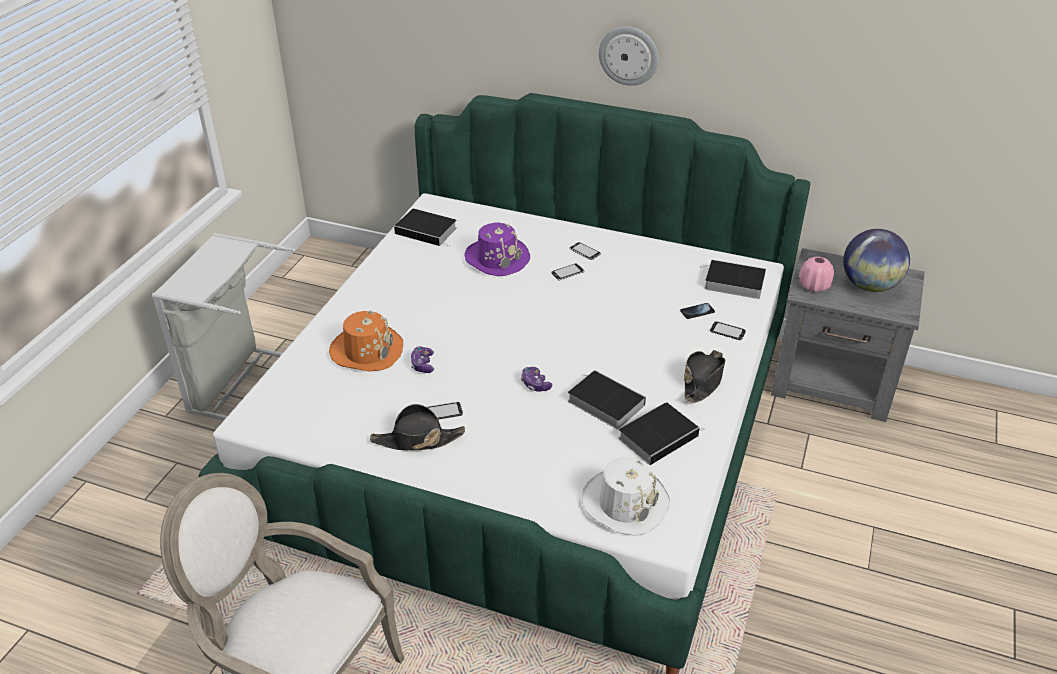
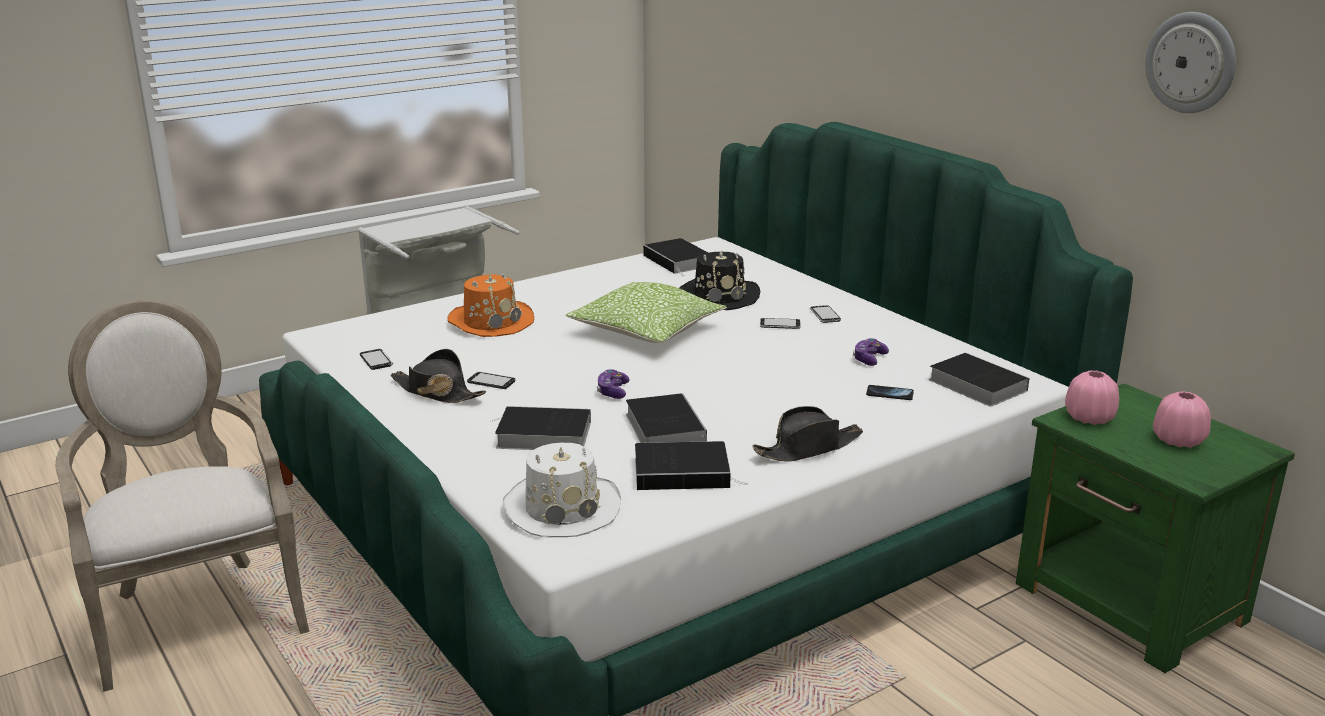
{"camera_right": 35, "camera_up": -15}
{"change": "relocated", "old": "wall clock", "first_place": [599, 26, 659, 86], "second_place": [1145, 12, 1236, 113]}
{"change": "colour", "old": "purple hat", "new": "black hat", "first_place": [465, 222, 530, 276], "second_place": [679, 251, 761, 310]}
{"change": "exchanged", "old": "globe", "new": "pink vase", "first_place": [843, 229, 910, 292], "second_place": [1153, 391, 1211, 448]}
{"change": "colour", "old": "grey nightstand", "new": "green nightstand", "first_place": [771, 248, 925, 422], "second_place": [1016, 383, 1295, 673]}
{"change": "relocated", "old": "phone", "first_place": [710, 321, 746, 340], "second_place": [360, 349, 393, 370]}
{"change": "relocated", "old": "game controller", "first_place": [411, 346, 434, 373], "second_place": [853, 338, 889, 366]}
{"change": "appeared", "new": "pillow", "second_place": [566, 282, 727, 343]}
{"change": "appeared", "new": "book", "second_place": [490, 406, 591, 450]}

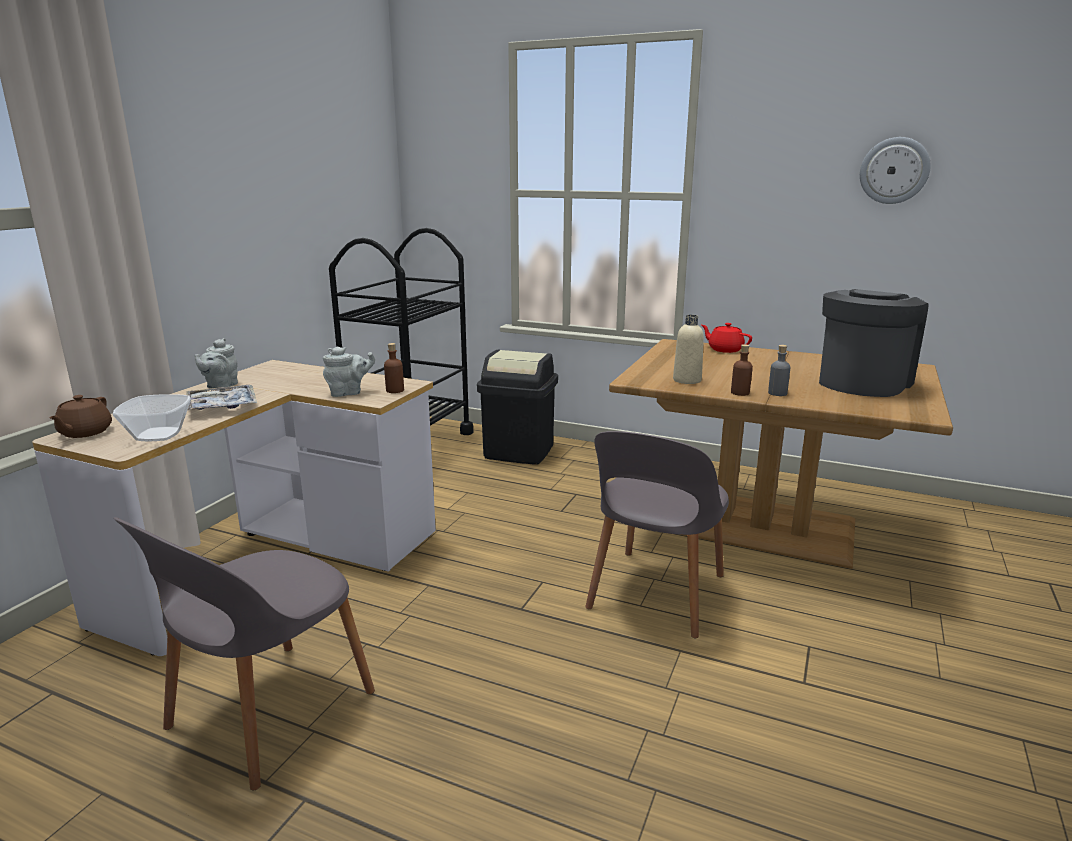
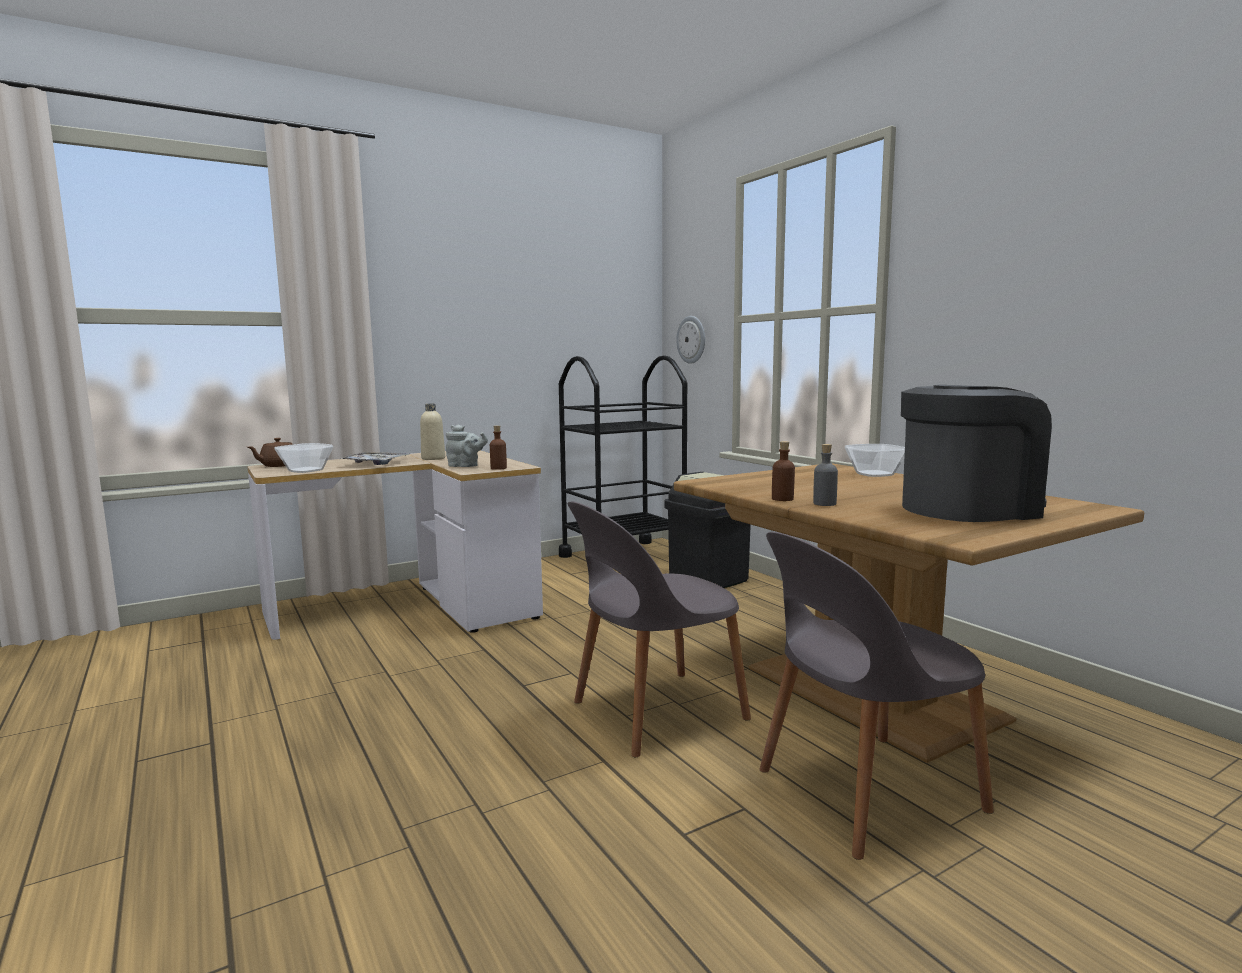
{"camera_right": 35, "camera_up": -10}
{"change": "relocated", "old": "wall clock", "first_place": [860, 137, 931, 204], "second_place": [676, 316, 705, 364]}
{"change": "relocated", "old": "beige bottle", "first_place": [673, 315, 704, 384], "second_place": [420, 404, 445, 460]}
{"change": "exchanged", "old": "red teapot", "new": "bowl", "first_place": [701, 323, 752, 353], "second_place": [845, 444, 905, 477]}
{"change": "missing", "old": "grey teapot", "first_place": [194, 338, 238, 390]}
{"change": "relocated", "old": "grey chair", "first_place": [113, 517, 375, 790], "second_place": [760, 532, 994, 860]}

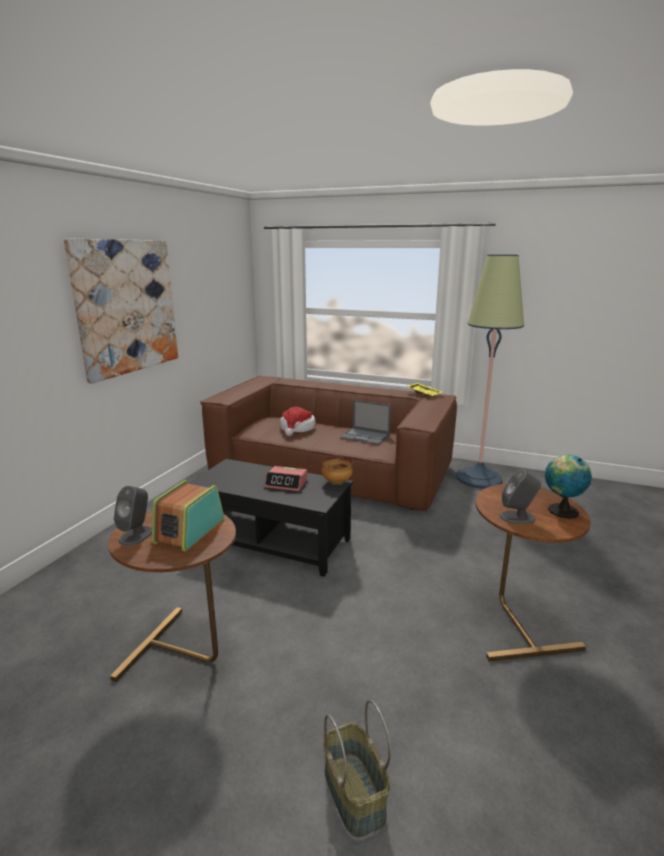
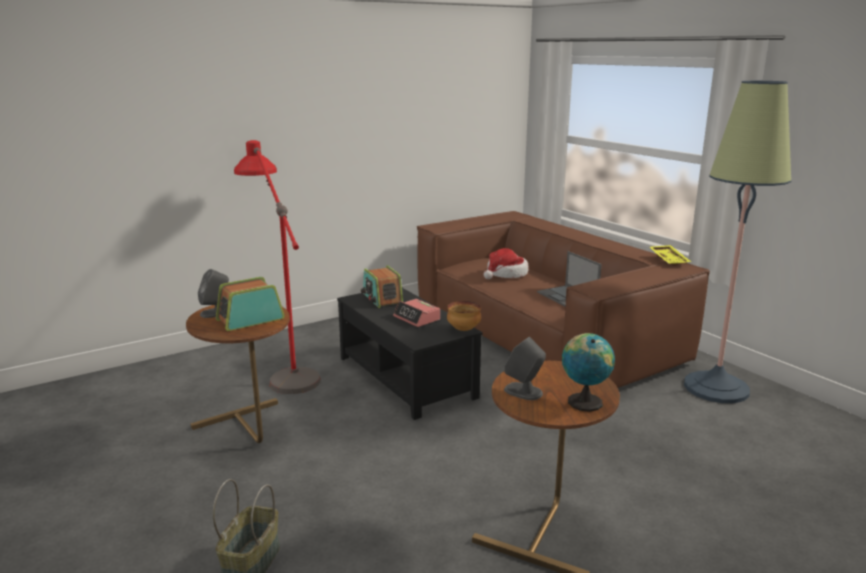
{"camera_right": 35, "camera_up": 0}
{"change": "missing", "old": "picture", "first_place": [64, 239, 178, 384]}
{"change": "appeared", "new": "red floor lamp", "second_place": [234, 140, 321, 394]}
{"change": "appeared", "new": "radio", "second_place": [361, 266, 403, 308]}

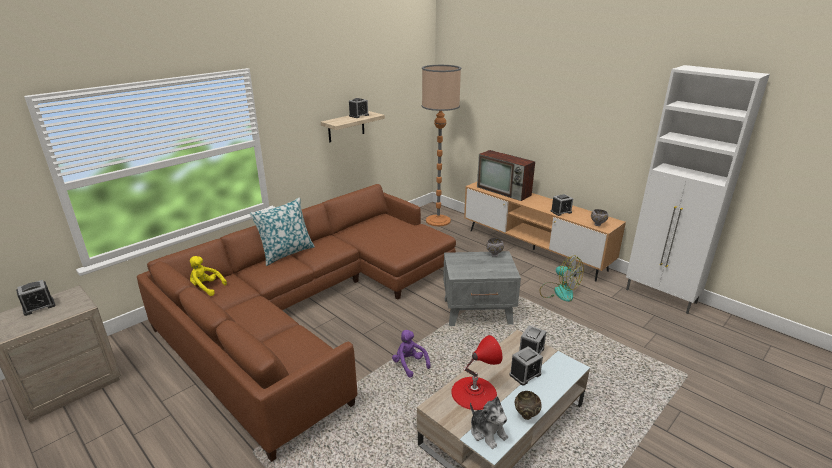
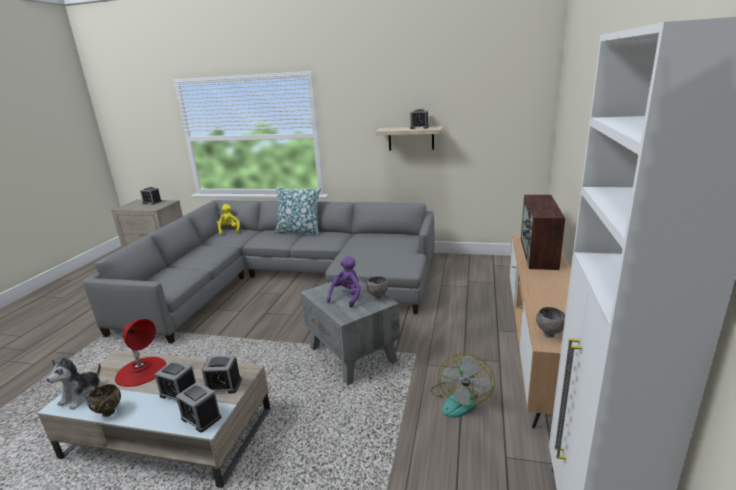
{"camera_right": 60, "camera_up": -5}
{"change": "missing", "old": "floor lamp", "first_place": [422, 65, 461, 226]}
{"change": "colour", "old": "brown sofa", "new": "grey sofa", "first_place": [137, 184, 456, 462], "second_place": [83, 200, 434, 343]}
{"change": "relocated", "old": "alarm clock", "first_place": [551, 194, 573, 216], "second_place": [176, 382, 221, 433]}
{"change": "relocated", "old": "purple plush toy", "first_place": [392, 330, 431, 378], "second_place": [327, 256, 361, 308]}

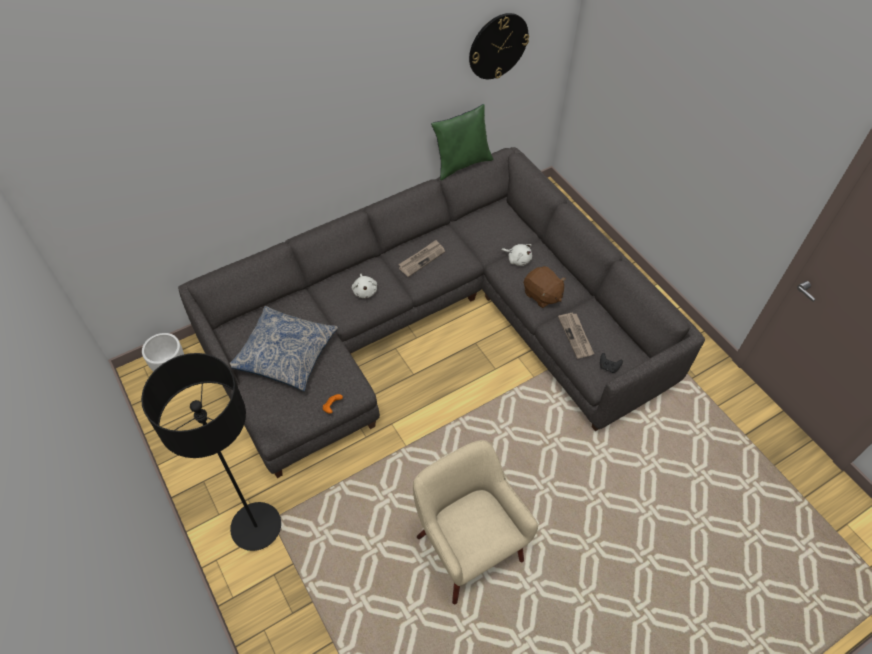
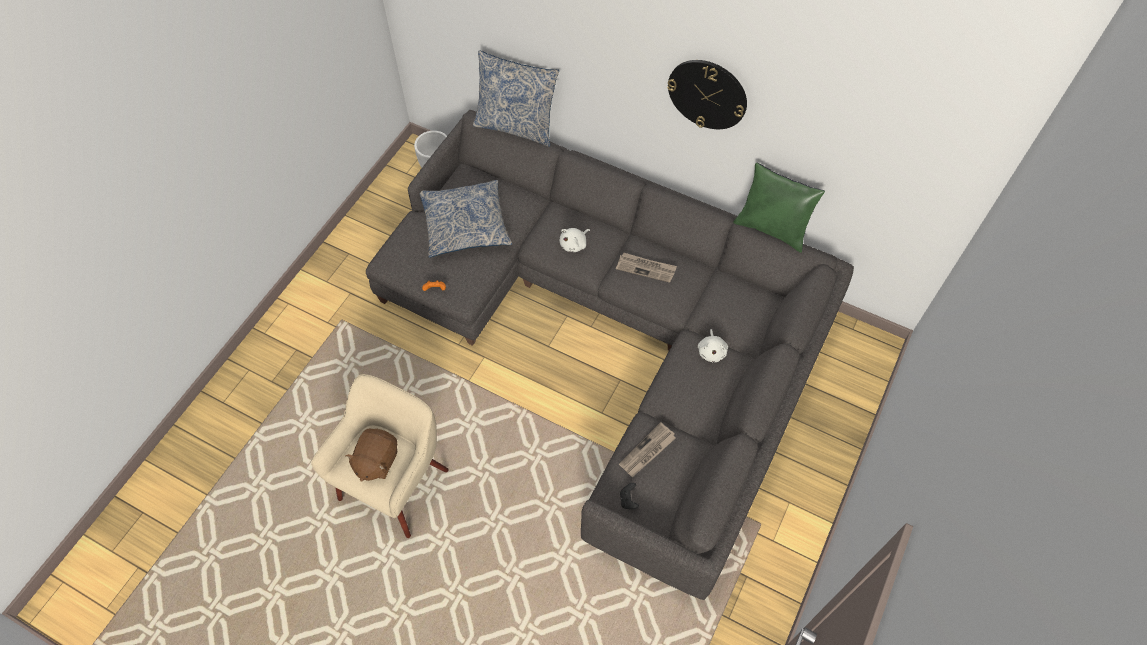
{"camera_right": 60, "camera_up": 5}
{"change": "relocated", "old": "wall clock", "first_place": [469, 13, 529, 79], "second_place": [667, 60, 747, 129]}
{"change": "relocated", "old": "brown plush toy", "first_place": [524, 266, 566, 308], "second_place": [345, 429, 397, 482]}
{"change": "missing", "old": "black floor lamp", "first_place": [141, 353, 281, 551]}
{"change": "appeared", "new": "pillow", "second_place": [473, 50, 559, 147]}

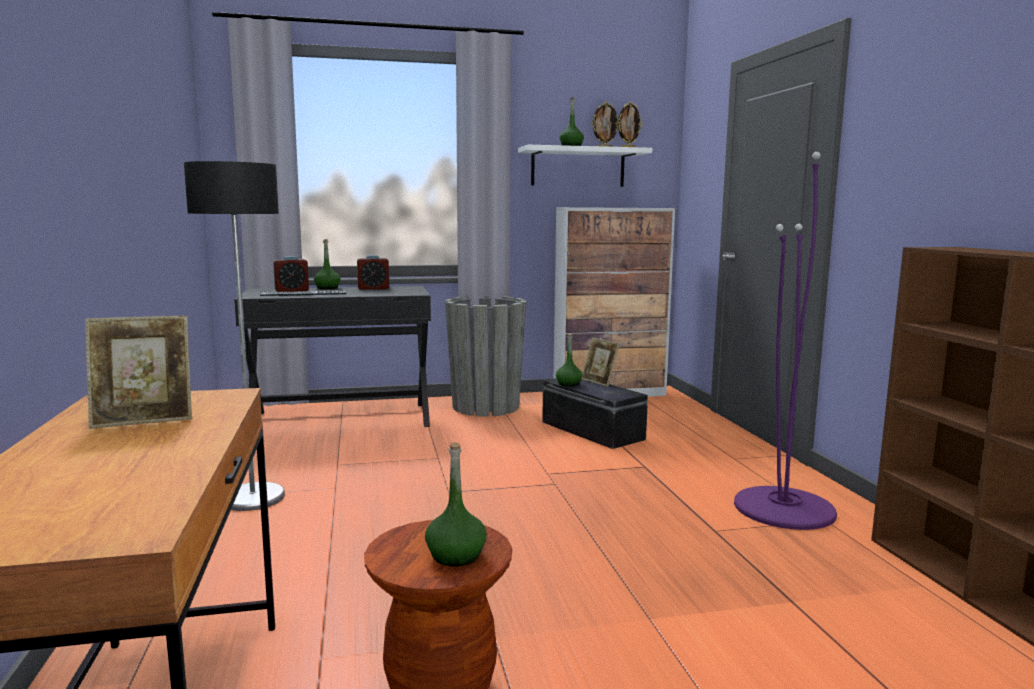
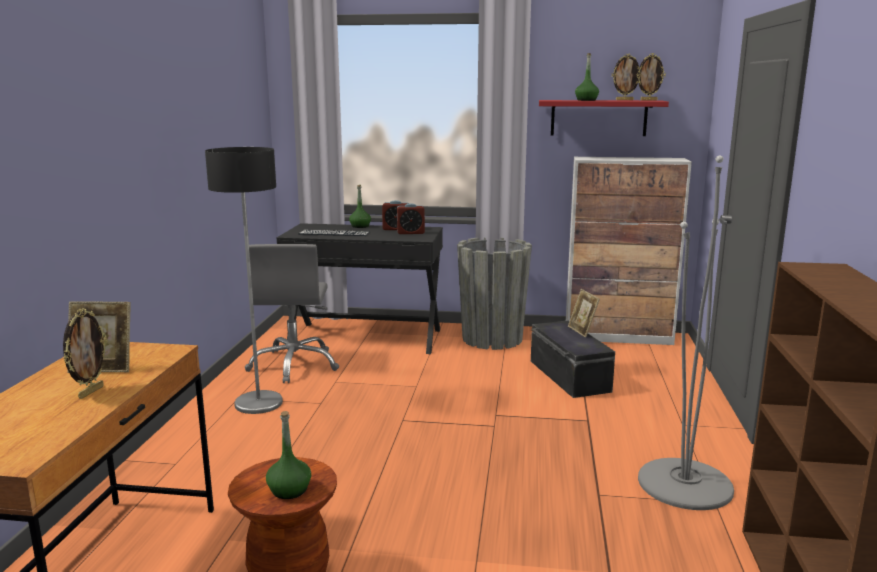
{"camera_right": 20, "camera_up": 5}
{"change": "colour", "old": "white shelf", "new": "red shelf", "first_place": [518, 145, 652, 187], "second_place": [539, 100, 669, 136]}
{"change": "colour", "old": "purple floor lamp", "new": "grey floor lamp", "first_place": [734, 152, 837, 530], "second_place": [638, 155, 734, 510]}
{"change": "relocated", "old": "alarm clock", "first_place": [273, 256, 309, 292], "second_place": [397, 203, 425, 234]}
{"change": "missing", "old": "green bottle", "first_place": [556, 334, 583, 387]}
{"change": "appeared", "new": "grey office chair", "second_place": [245, 244, 339, 383]}
{"change": "appeared", "new": "picture frame", "second_place": [63, 308, 107, 399]}

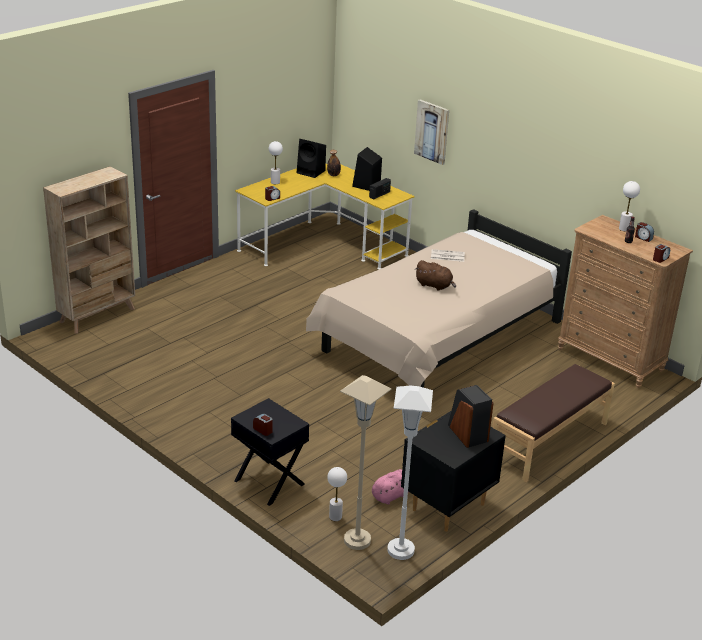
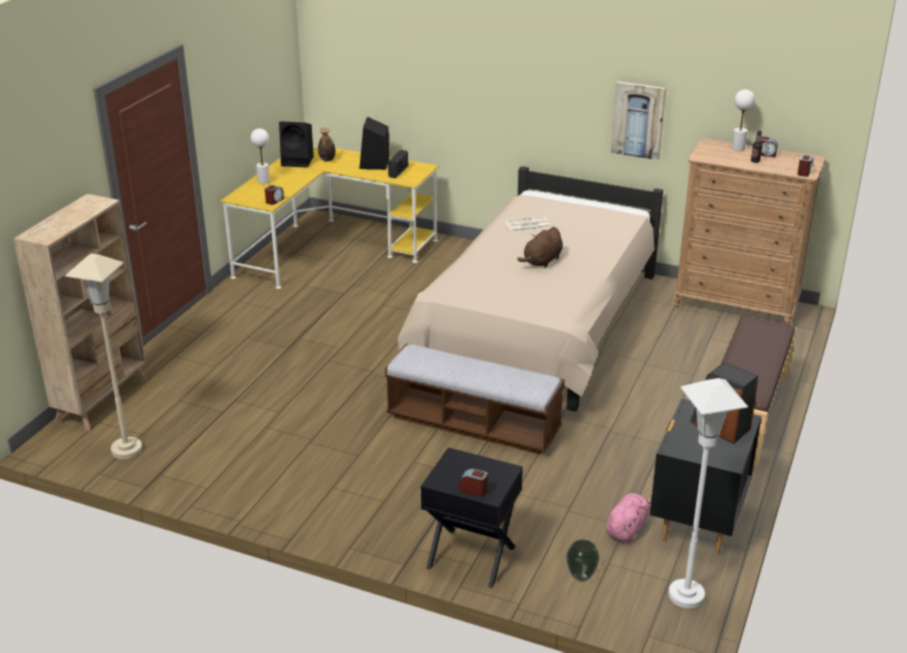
{"camera_right": -20, "camera_up": 0}
{"change": "relocated", "old": "picture", "first_place": [414, 99, 449, 165], "second_place": [611, 81, 666, 160]}
{"change": "spun", "old": "brown plush toy", "first_place": [415, 260, 456, 291], "second_place": [517, 227, 563, 268], "degrees": 120}
{"change": "relocated", "old": "beige floor lamp", "first_place": [340, 375, 391, 550], "second_place": [65, 253, 142, 459]}
{"change": "exchanged", "old": "white table lamp", "new": "vase", "first_place": [327, 467, 347, 521], "second_place": [566, 540, 599, 582]}
{"change": "appeared", "new": "bench", "second_place": [385, 343, 565, 454]}

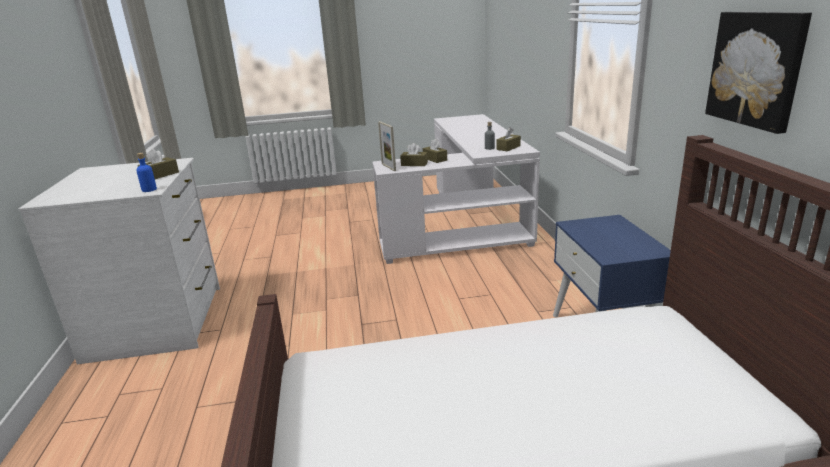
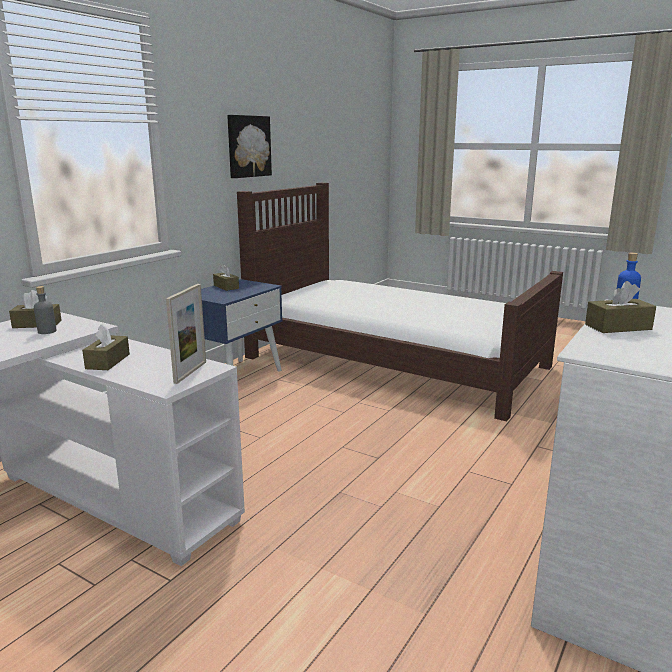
{"camera_right": -140, "camera_up": -5}
{"change": "relocated", "old": "brown tissue box", "first_place": [400, 143, 428, 166], "second_place": [213, 264, 239, 291]}

